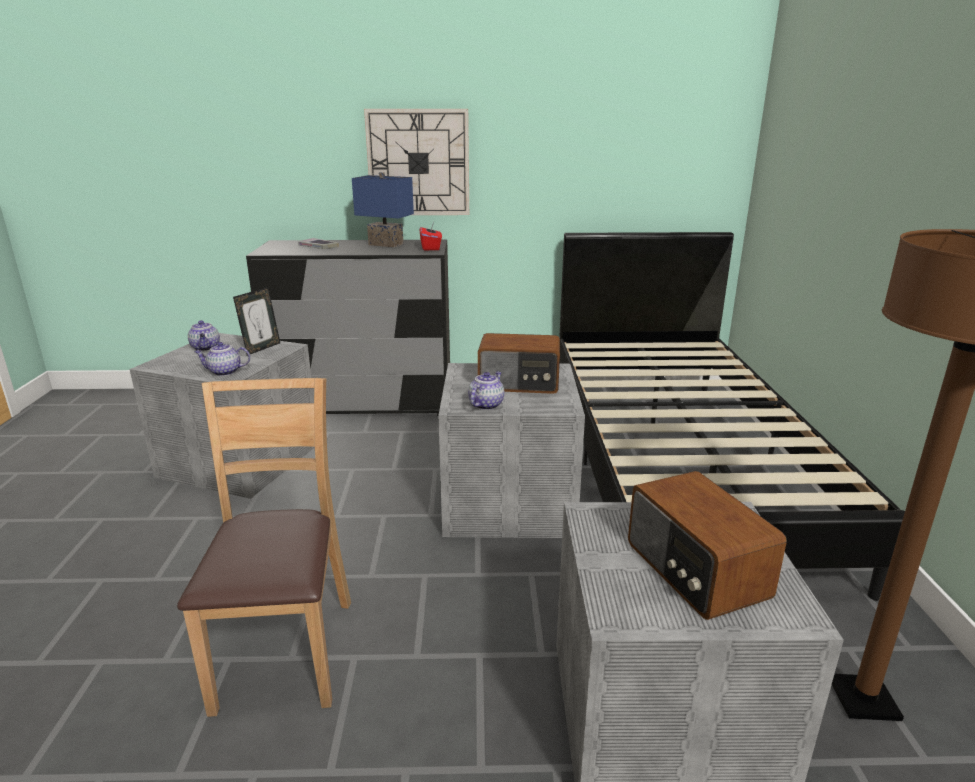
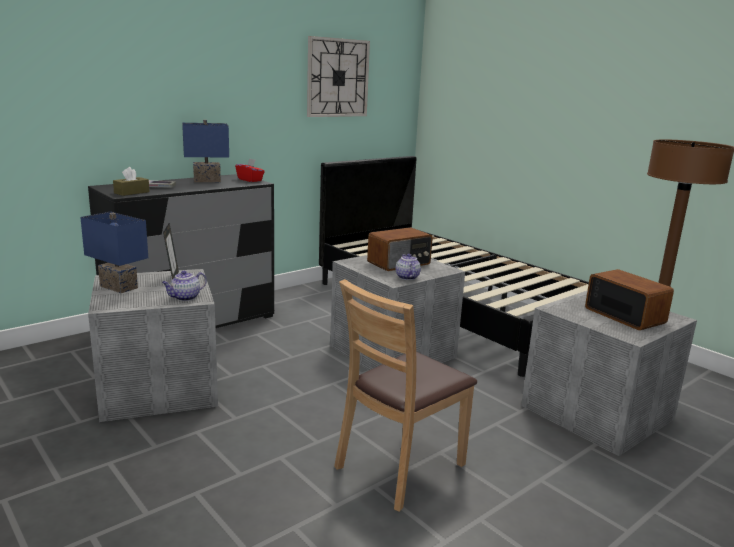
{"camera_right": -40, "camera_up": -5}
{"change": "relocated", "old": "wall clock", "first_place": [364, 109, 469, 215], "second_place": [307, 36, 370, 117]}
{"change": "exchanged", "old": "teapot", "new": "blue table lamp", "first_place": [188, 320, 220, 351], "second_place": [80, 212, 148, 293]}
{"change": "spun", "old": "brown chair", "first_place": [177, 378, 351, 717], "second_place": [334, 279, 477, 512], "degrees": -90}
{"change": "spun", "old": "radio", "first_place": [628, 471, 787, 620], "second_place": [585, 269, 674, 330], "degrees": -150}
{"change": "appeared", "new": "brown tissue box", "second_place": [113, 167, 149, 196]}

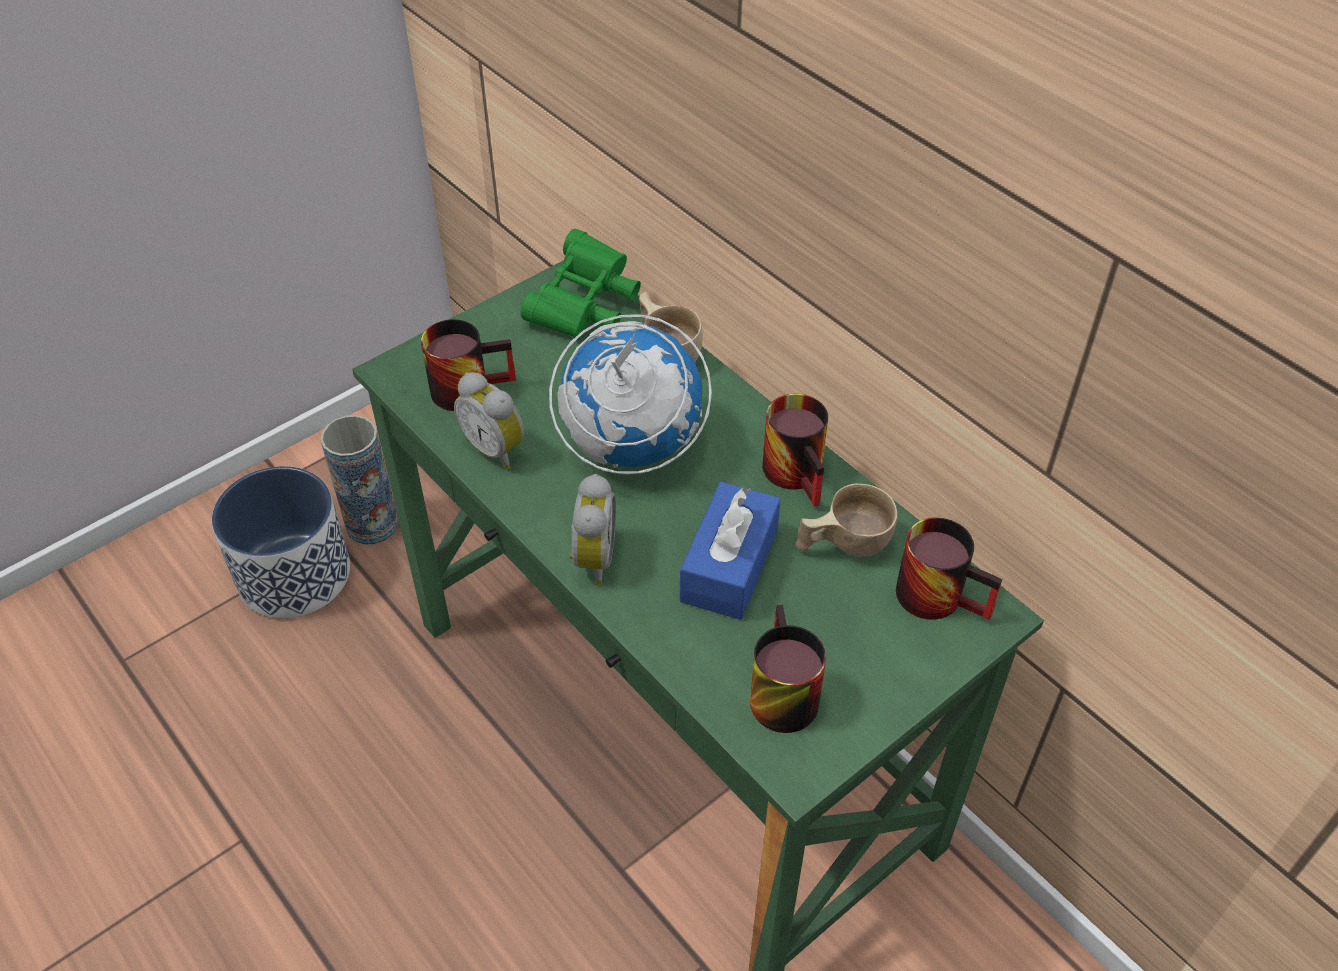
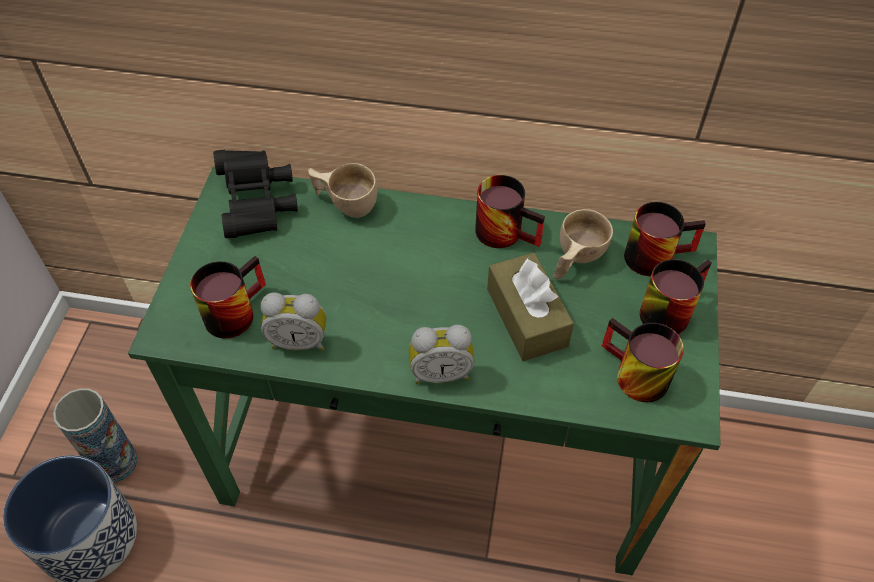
{"camera_right": -40, "camera_up": 5}
{"change": "colour", "old": "green binoculars", "new": "black binoculars", "first_place": [520, 229, 641, 339], "second_place": [213, 149, 298, 238]}
{"change": "missing", "old": "globe", "first_place": [549, 315, 712, 474]}
{"change": "spun", "old": "alarm clock", "first_place": [569, 474, 616, 585], "second_place": [409, 325, 474, 384], "degrees": 120}
{"change": "colour", "old": "blue tissue box", "new": "brown tissue box", "first_place": [680, 482, 781, 620], "second_place": [487, 252, 574, 361]}
{"change": "appeared", "new": "mug", "second_place": [640, 259, 712, 334]}

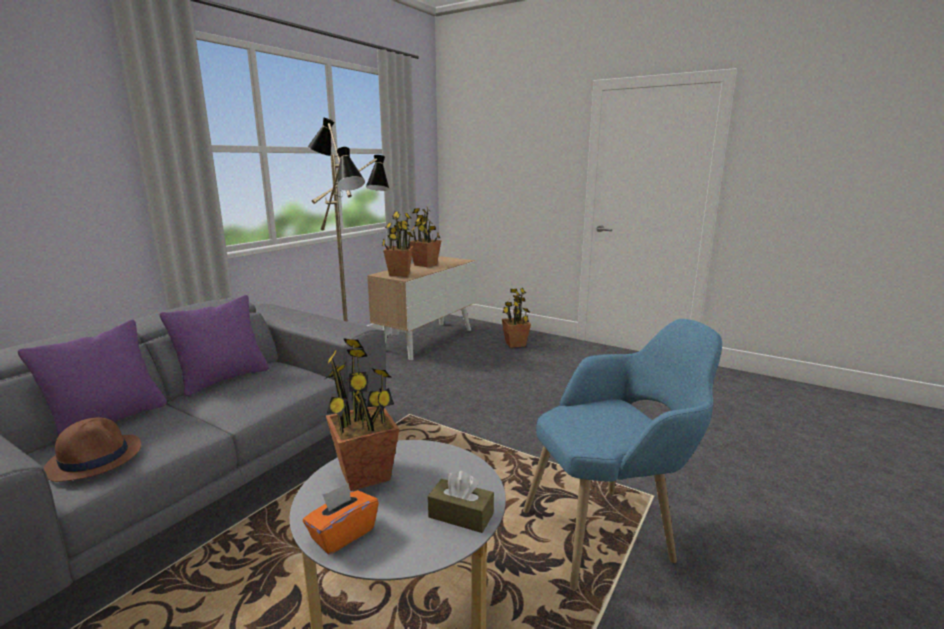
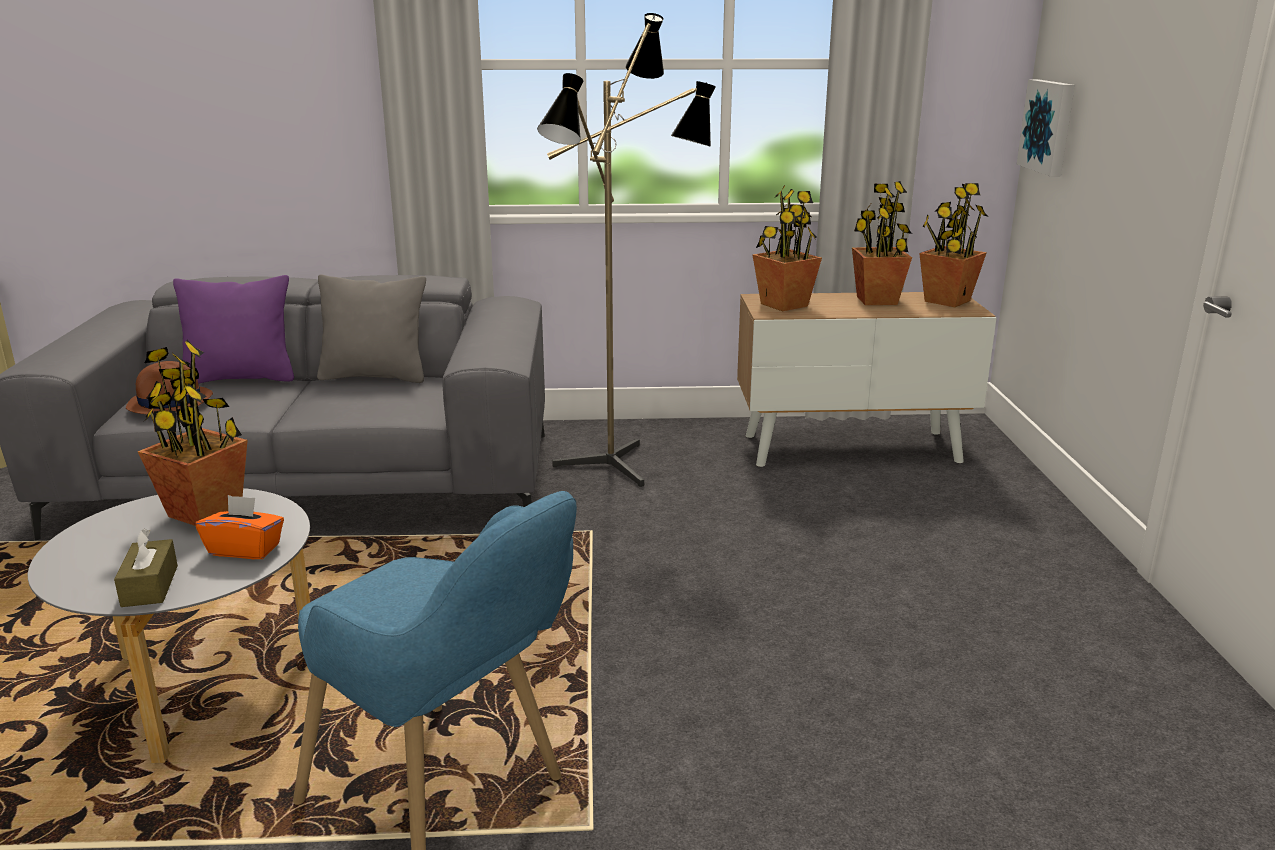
{"camera_right": 55, "camera_up": 5}
{"change": "relocated", "old": "potted plant", "first_place": [502, 288, 531, 348], "second_place": [919, 183, 988, 307]}
{"change": "colour", "old": "purple pillow", "new": "grey pillow", "first_place": [160, 295, 269, 396], "second_place": [317, 274, 426, 383]}
{"change": "relocated", "old": "orange tissue box", "first_place": [303, 483, 379, 555], "second_place": [196, 495, 284, 559]}
{"change": "appeared", "new": "picture", "second_place": [1017, 79, 1075, 176]}

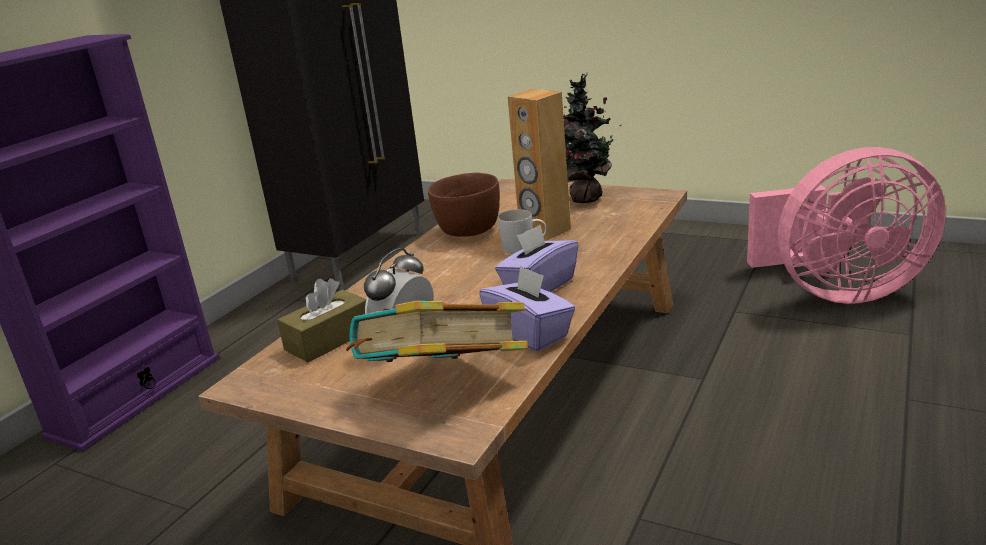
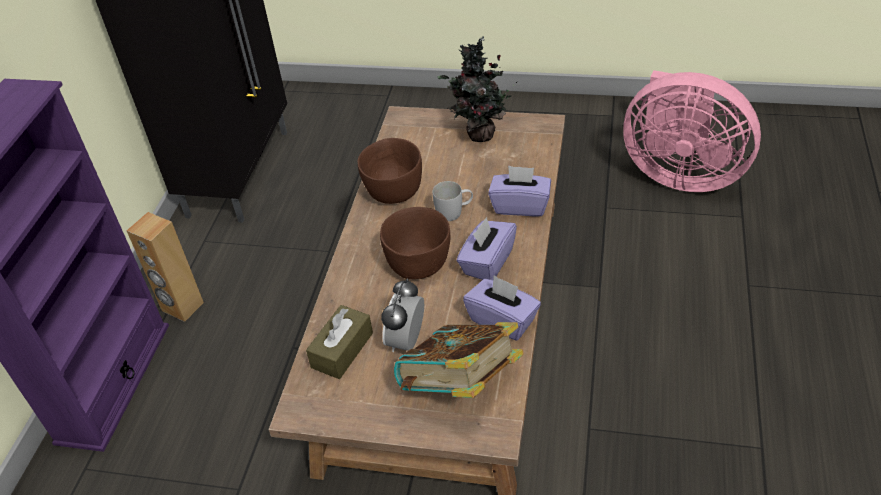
{"camera_right": -15, "camera_up": 20}
{"change": "relocated", "old": "brown speaker", "first_place": [508, 89, 571, 240], "second_place": [127, 212, 204, 322]}
{"change": "spun", "old": "pink fan", "first_place": [747, 147, 946, 304], "second_place": [623, 70, 761, 192], "degrees": 45}
{"change": "appeared", "new": "purple tissue box", "second_place": [488, 165, 551, 217]}
{"change": "appeared", "new": "brown bowl", "second_place": [380, 207, 450, 279]}

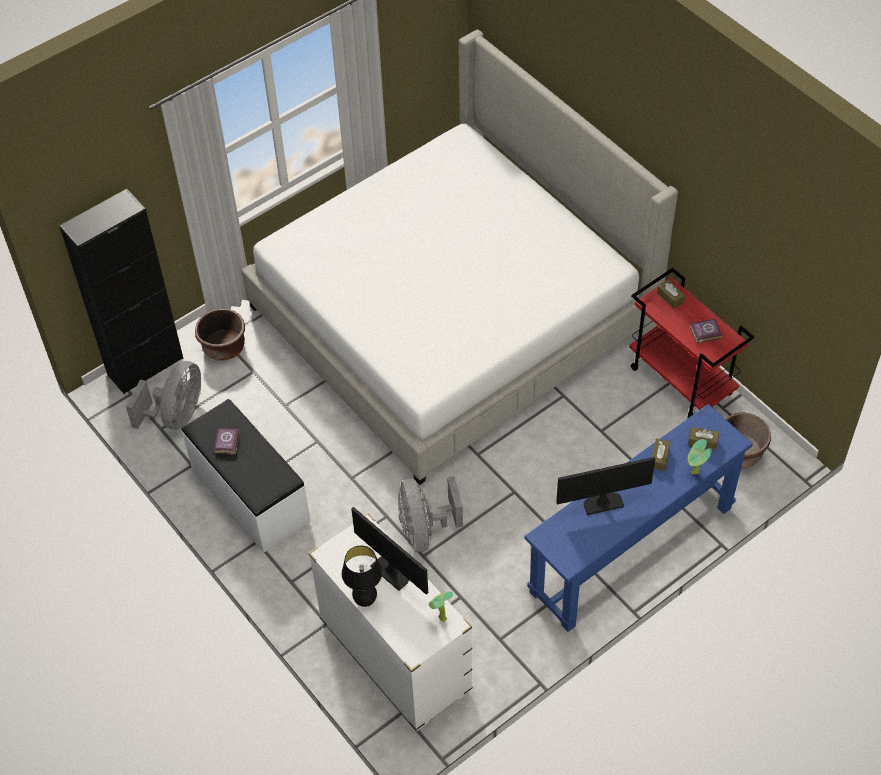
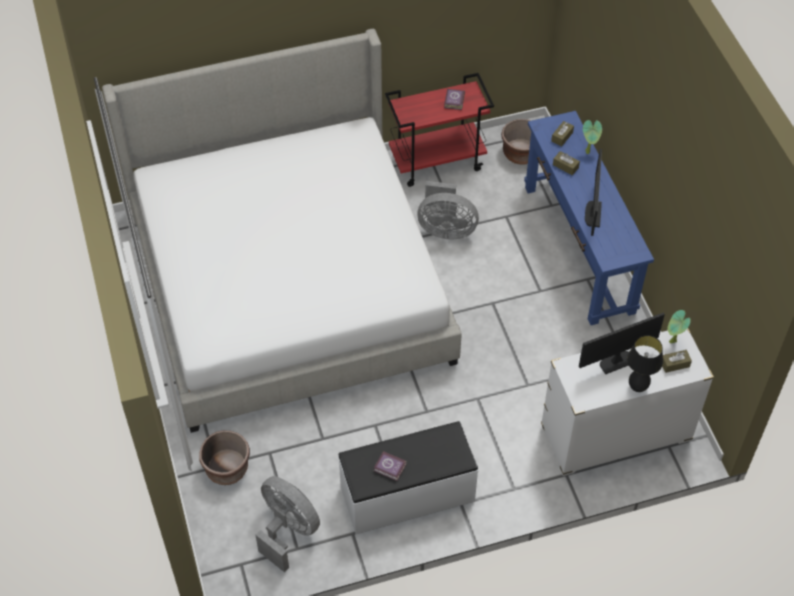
{"camera_right": -70, "camera_up": 0}
{"change": "missing", "old": "black cabinet", "first_place": [59, 189, 184, 394]}
{"change": "relocated", "old": "brown tissue box", "first_place": [657, 280, 685, 309], "second_place": [662, 350, 692, 373]}
{"change": "relocated", "old": "grey fan", "first_place": [398, 476, 463, 552], "second_place": [417, 181, 479, 239]}

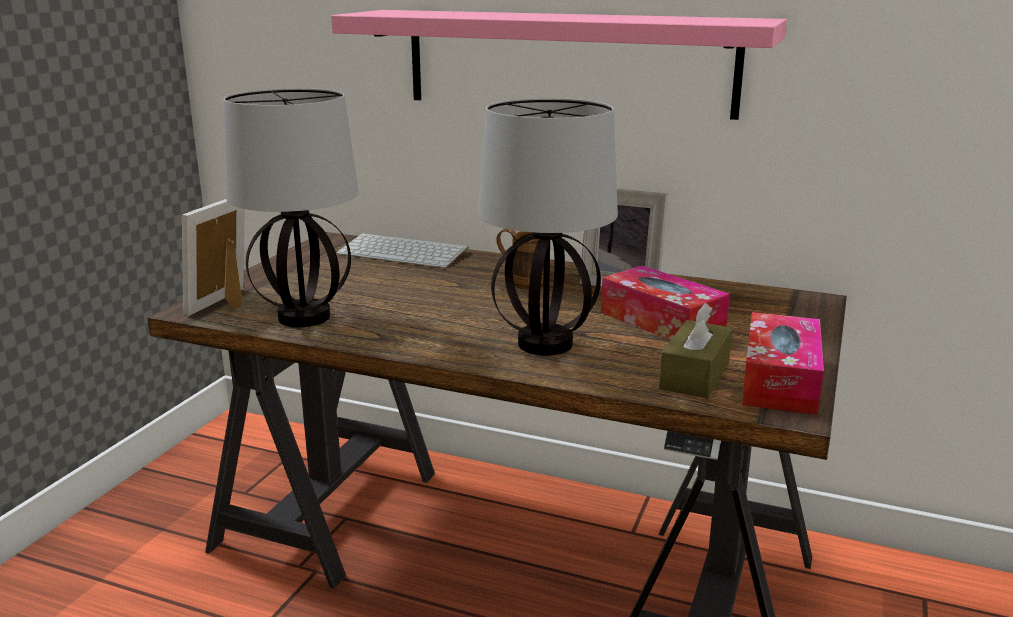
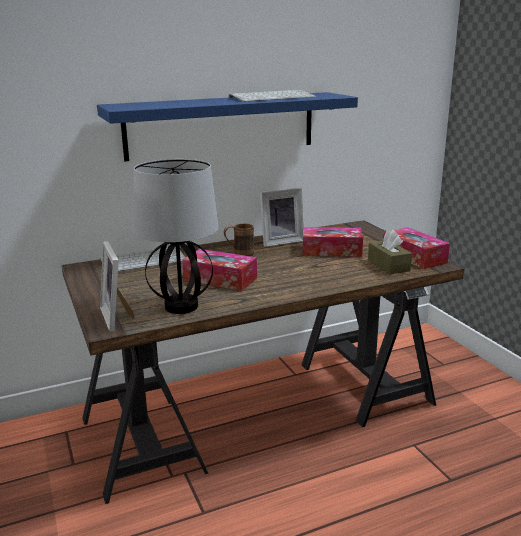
{"camera_right": -45, "camera_up": 0}
{"change": "colour", "old": "pink shelf", "new": "blue shelf", "first_place": [331, 10, 787, 120], "second_place": [97, 92, 358, 161]}
{"change": "missing", "old": "table lamp", "first_place": [478, 98, 618, 356]}
{"change": "appeared", "new": "keyboard", "second_place": [229, 90, 316, 102]}
{"change": "appeared", "new": "tissue box", "second_place": [182, 249, 257, 291]}

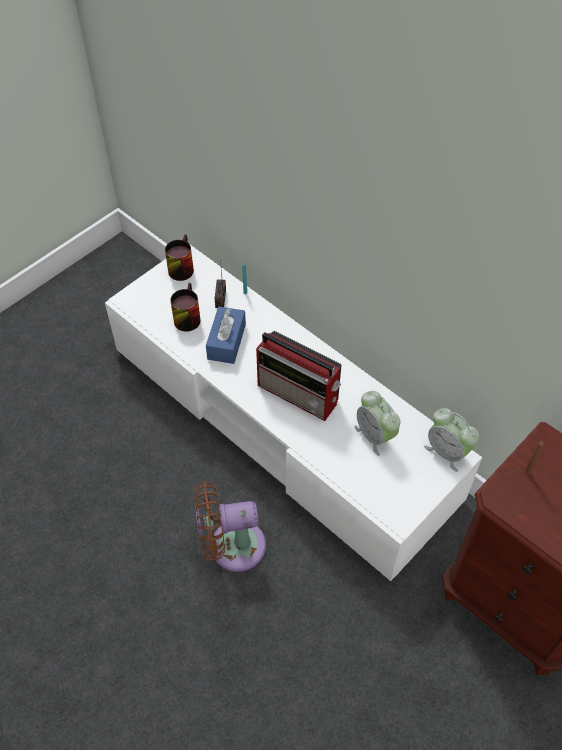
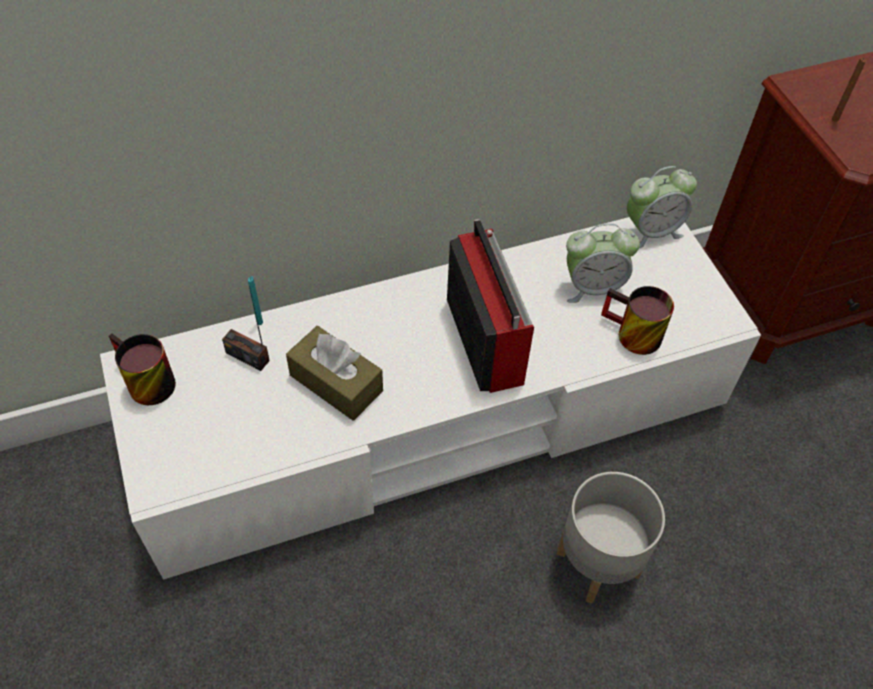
{"camera_right": -65, "camera_up": 0}
{"change": "relocated", "old": "mug", "first_place": [170, 283, 200, 332], "second_place": [601, 286, 674, 355]}
{"change": "colour", "old": "blue tissue box", "new": "brown tissue box", "first_place": [206, 307, 246, 364], "second_place": [286, 326, 383, 420]}
{"change": "spun", "old": "radio", "first_place": [256, 331, 342, 421], "second_place": [447, 219, 534, 393], "degrees": -75}
{"change": "exchanged", "old": "brown fan", "new": "grey planter", "first_place": [194, 481, 266, 572], "second_place": [556, 472, 665, 603]}

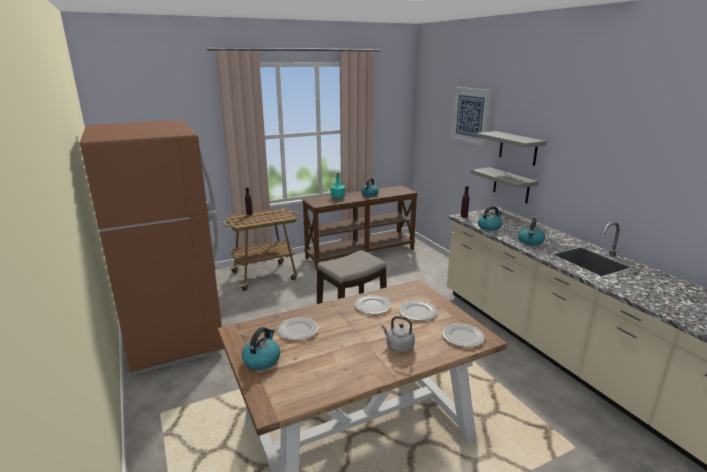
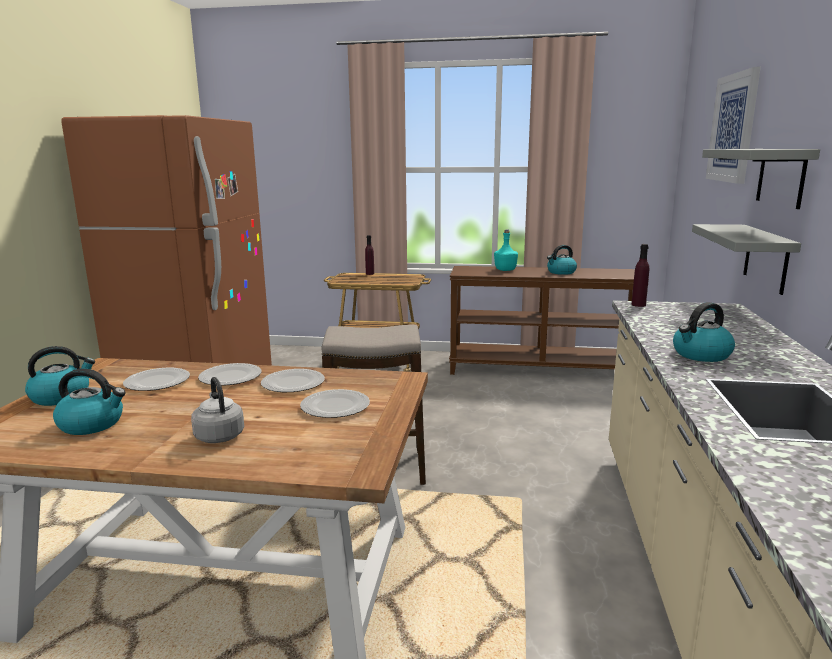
{"camera_right": 35, "camera_up": -5}
{"change": "relocated", "old": "kettle", "first_place": [478, 206, 502, 231], "second_place": [53, 368, 126, 435]}
{"change": "relocated", "old": "plate", "first_place": [442, 323, 485, 347], "second_place": [198, 363, 262, 386]}

